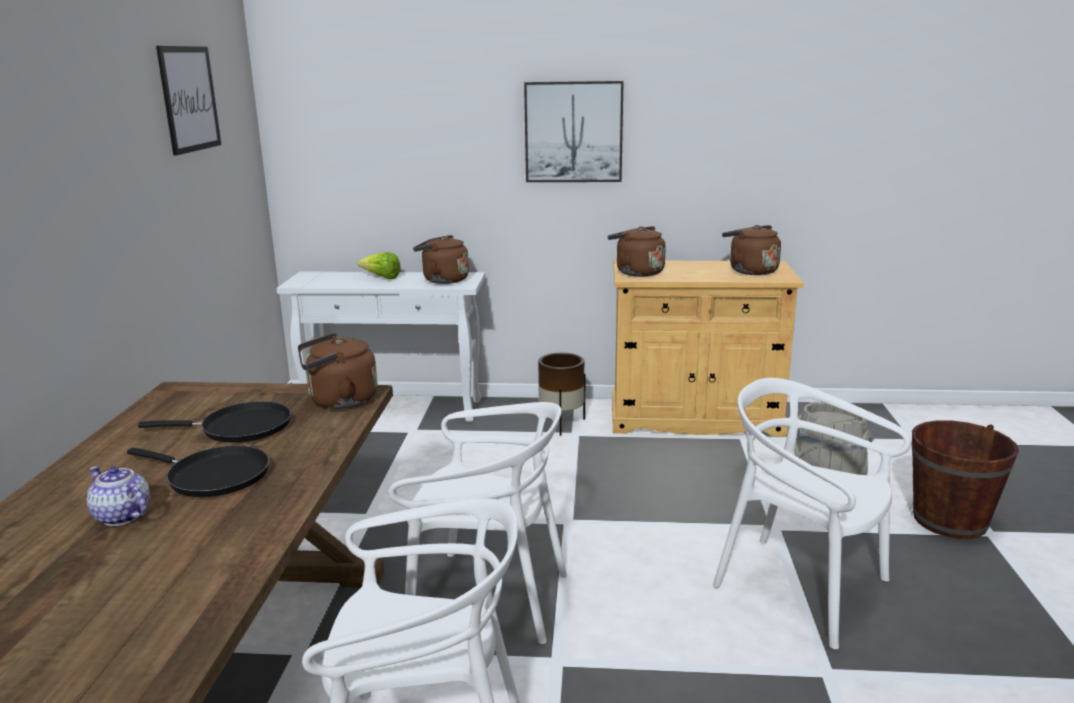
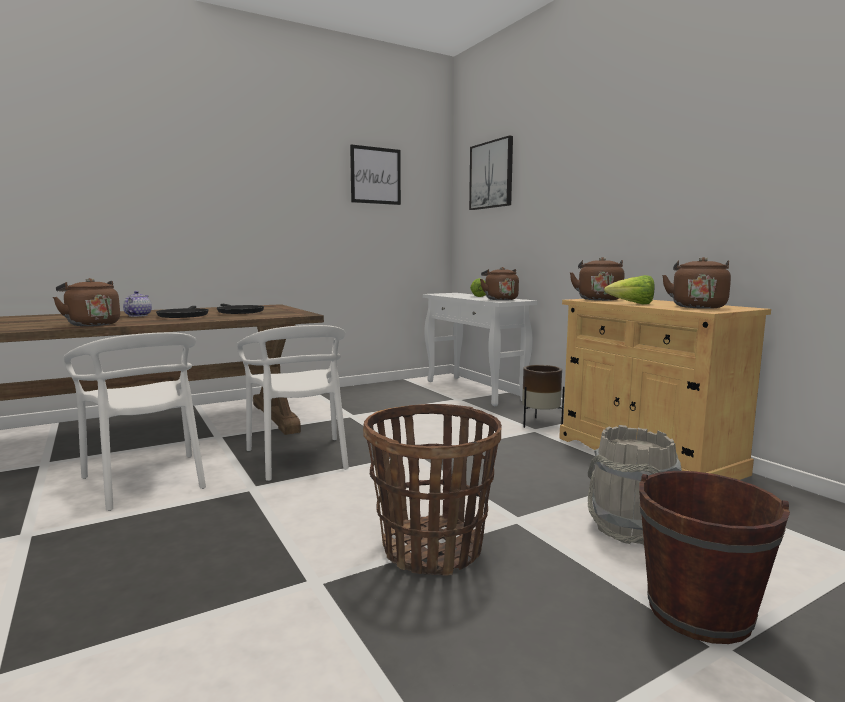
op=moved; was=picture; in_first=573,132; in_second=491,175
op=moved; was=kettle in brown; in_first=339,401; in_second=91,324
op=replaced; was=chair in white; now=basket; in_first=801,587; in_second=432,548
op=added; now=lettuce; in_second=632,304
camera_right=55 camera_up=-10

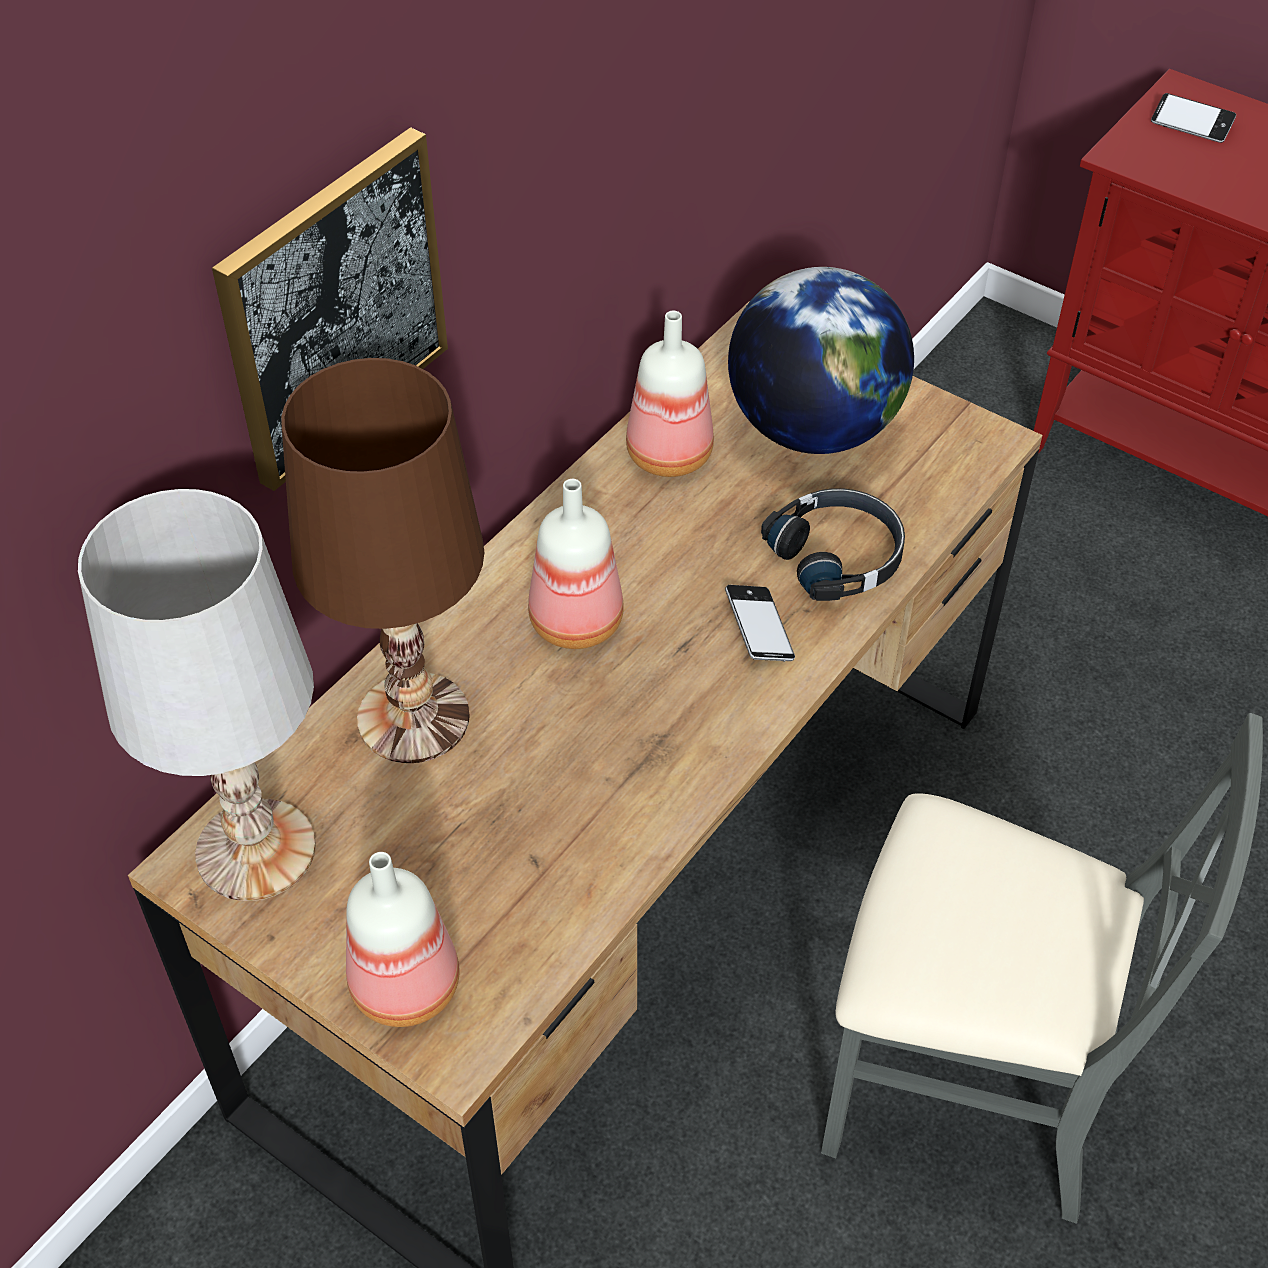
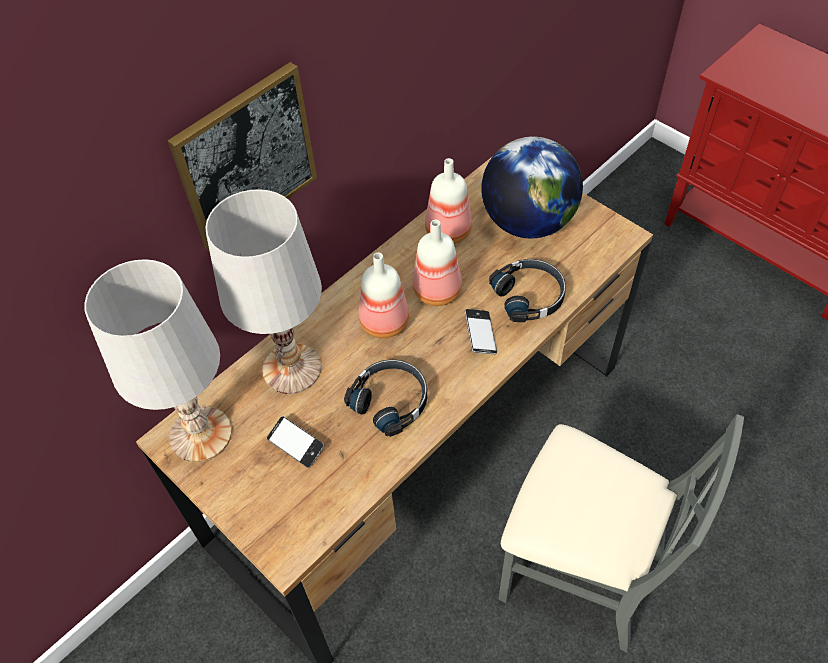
op=moved; was=phone; in_first=1191,124; in_second=296,444
op=recoloured; was=table lamp in brown; now=table lamp in white; in_first=414,719; in_second=292,369
op=moved; was=bottle; in_first=409,984; in_second=438,290
op=added; now=headphones in black; in_second=391,400
camera_right=10 camera_up=5

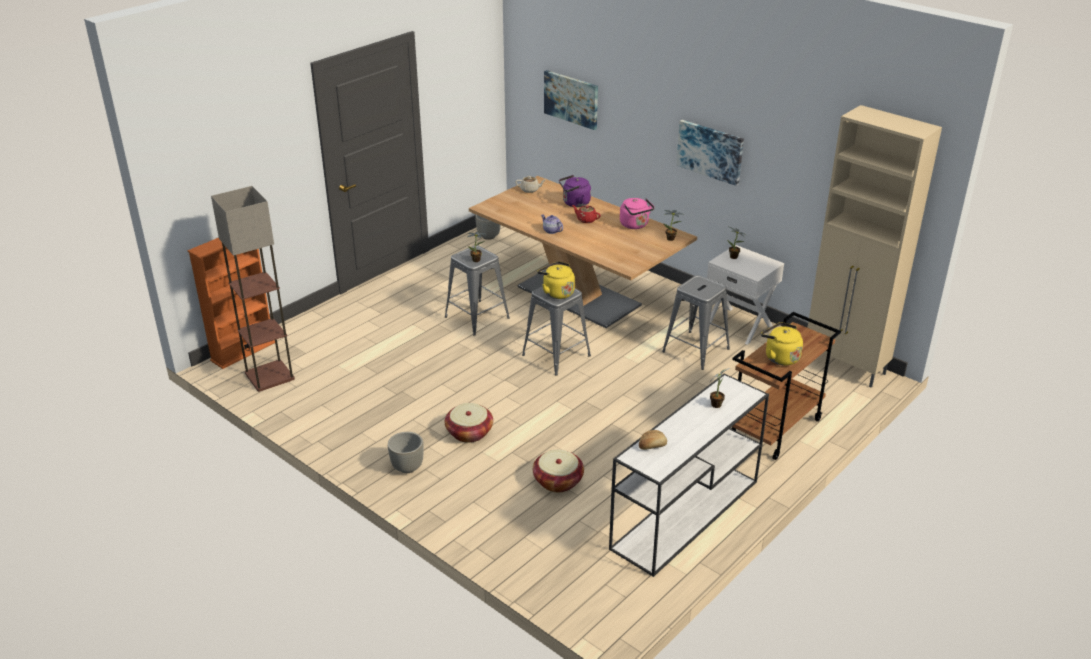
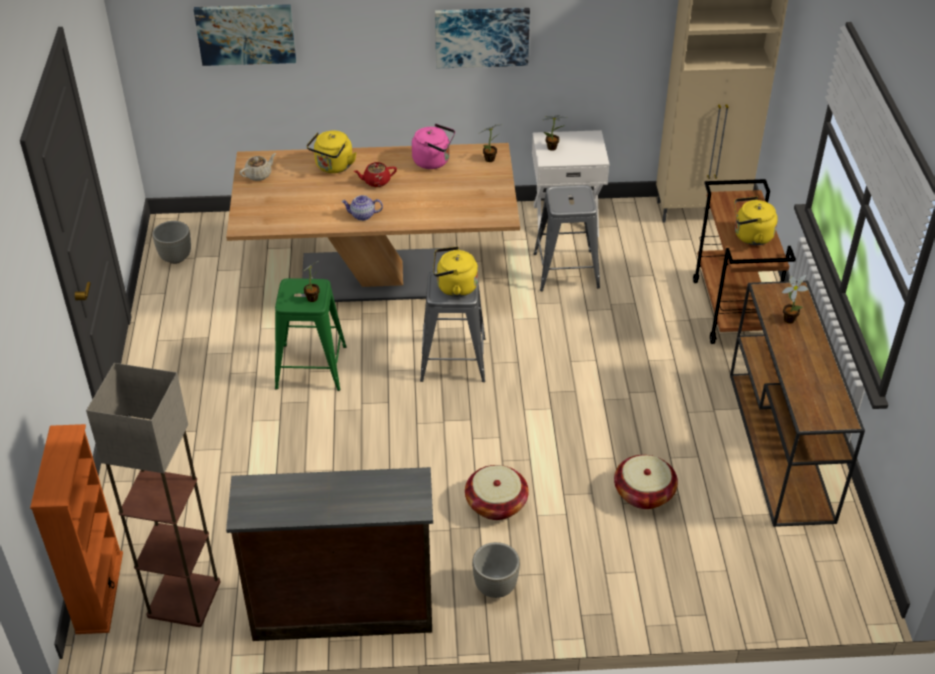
op=recoloured; was=kettle in purple; now=kettle in yellow; in_first=574,203; in_second=333,167
op=recoloured; was=stool in grey; now=stool in green; in_first=477,317; in_second=311,367
op=recoloured; was=console table in white; now=console table in brown; in_first=685,515; in_second=781,447
op=removed; was=bread; in_first=652,445
op=added; now=dresser in brown; in_second=342,610
camera_right=-45 camera_up=10

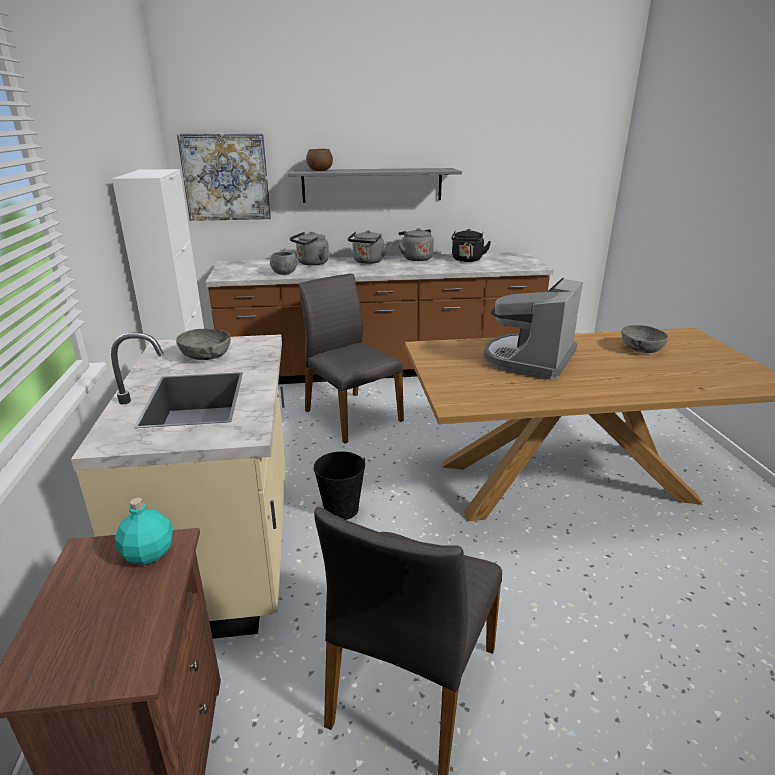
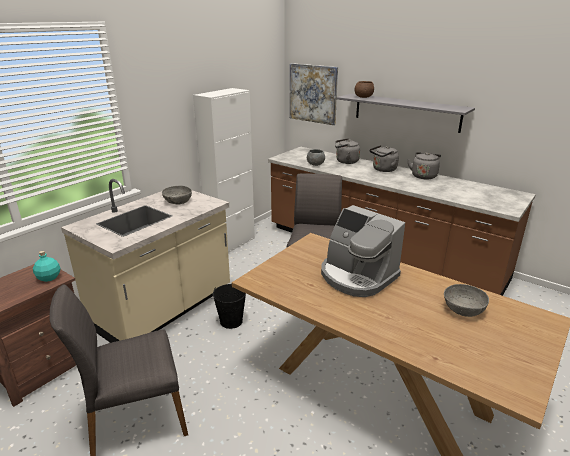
op=removed; was=kettle in black; in_first=467,260
op=turned; was=coffee machine; in_first=529,359; in_second=357,276; clockwise=-120
camera_right=45 camera_up=0

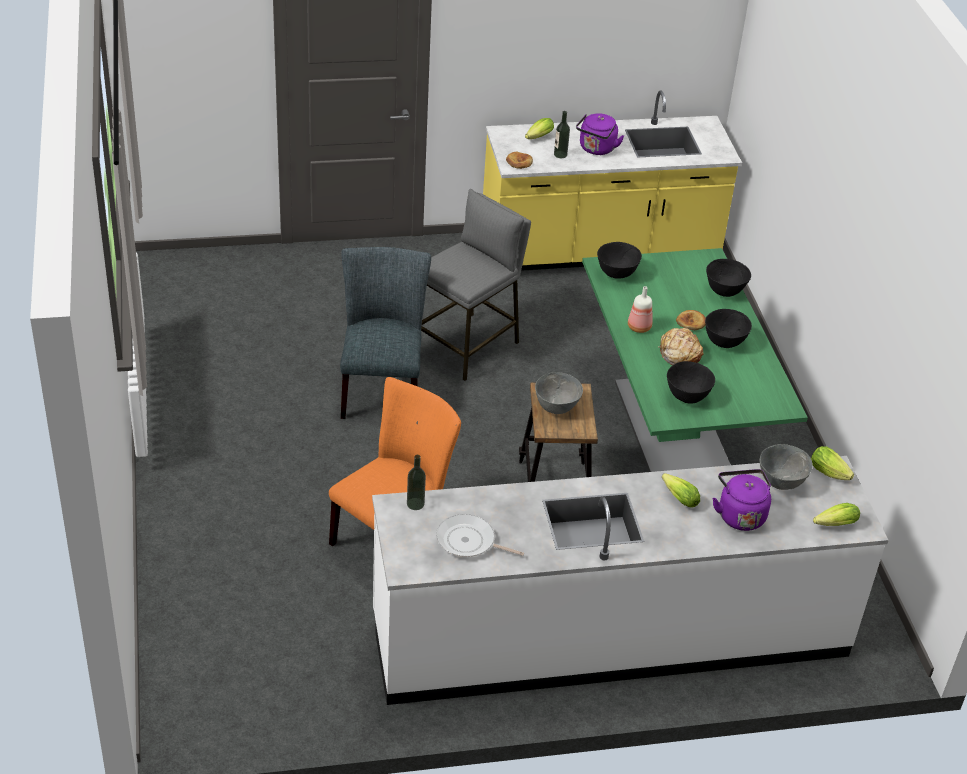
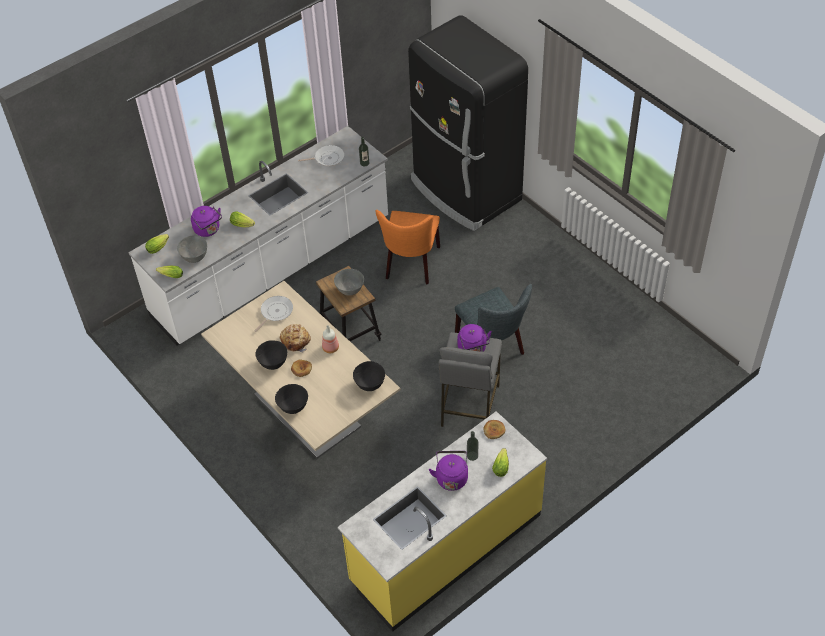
op=recoloured; was=dining table in green; now=dining table in beige; in_first=672,427; in_second=307,411
op=replaced; was=bowl in black; now=frying pan; in_first=688,397; in_second=275,312
op=added; now=fridge in black; in_second=465,191
op=added; now=kettle in purple; in_second=473,349
camera_right=155 camera_up=10

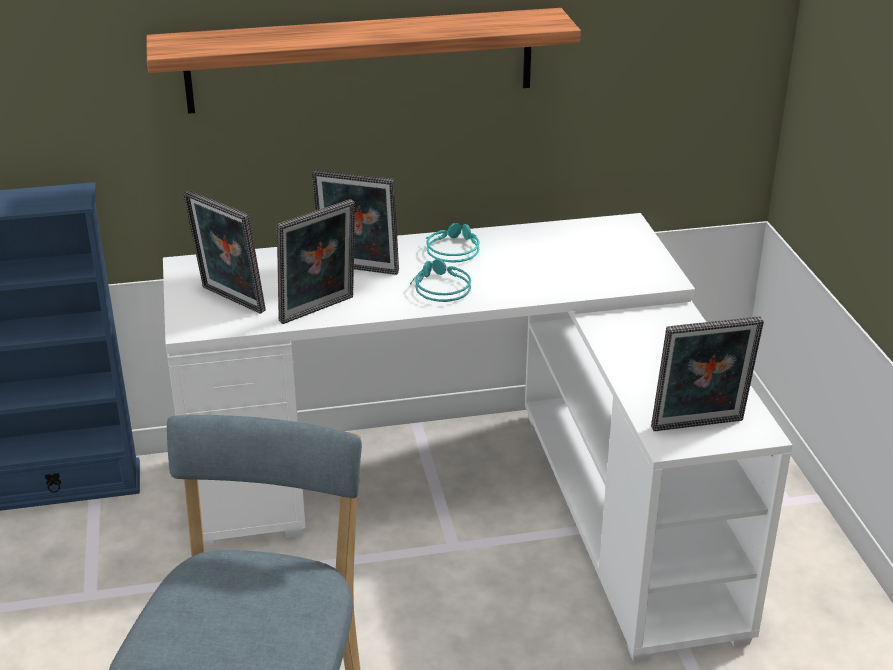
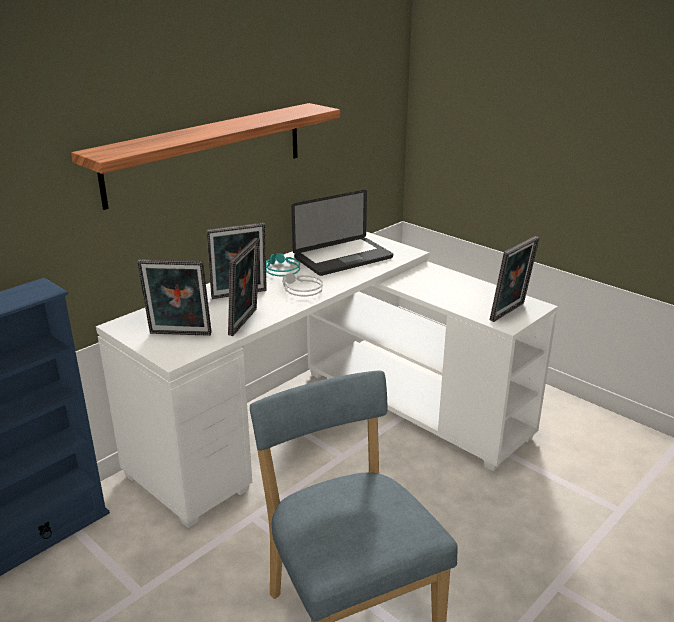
op=recoloured; was=headphones in turquoise; now=headphones in grey; in_first=439,288; in_second=300,289
op=added; now=laptop; in_second=343,258
camera_right=-35 camera_up=-5

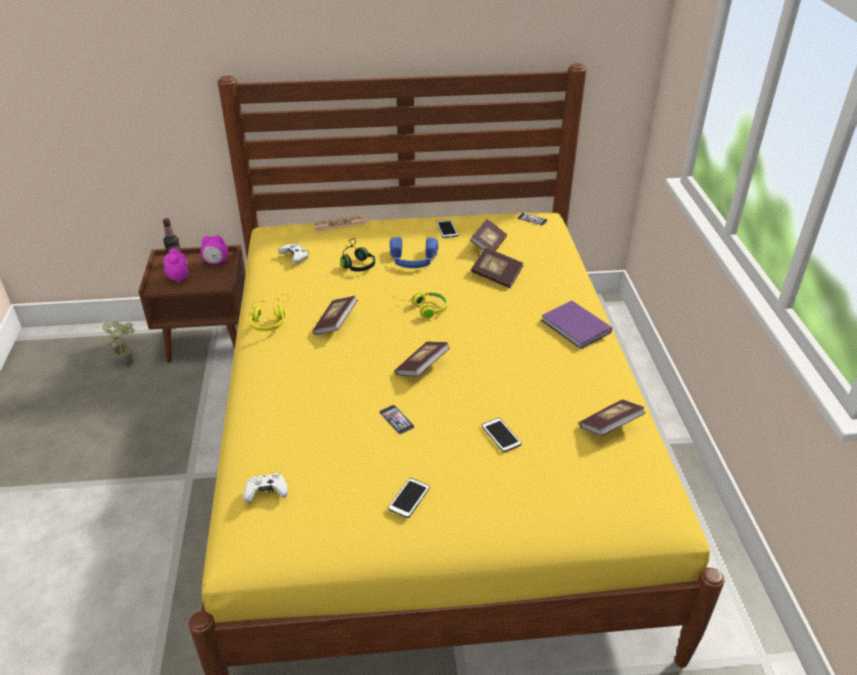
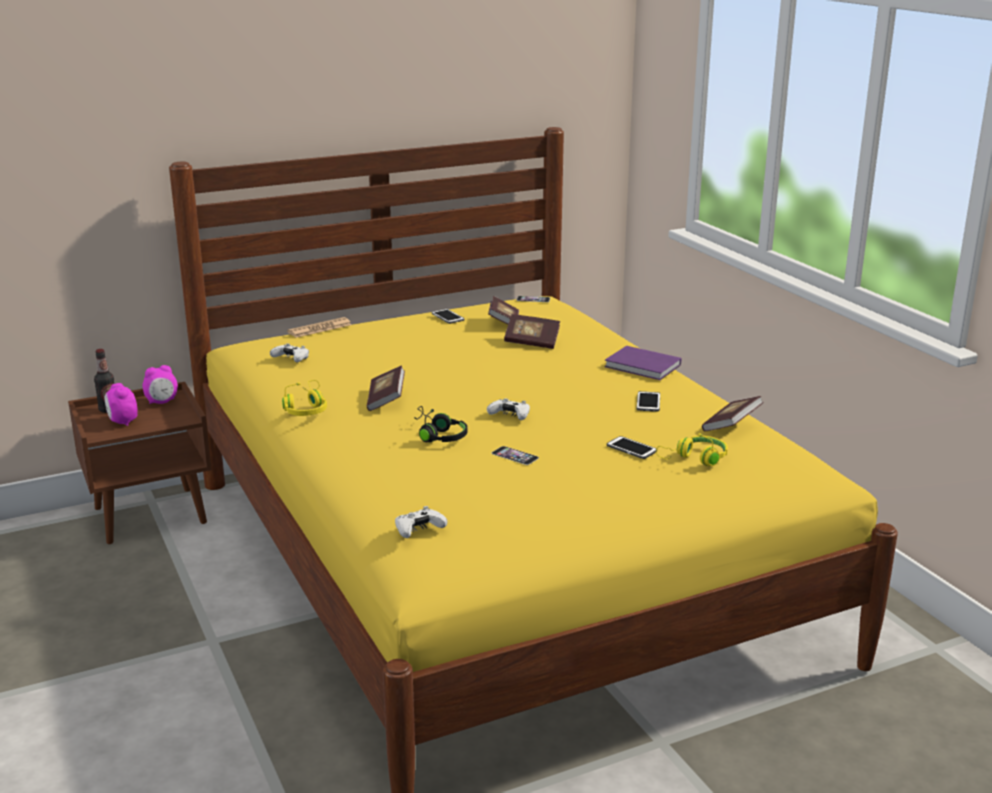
op=removed; was=headphones in blue; in_first=413,259
op=moved; was=headphones in black; in_first=356,262; in_second=438,435
op=moved; was=headphones in yellow; in_first=423,309; in_second=695,459
op=removed; was=potted plant; in_first=129,361
op=replaced; was=book; now=game controller in white; in_first=422,367; in_second=510,416
op=moved; was=phone; in_first=409,498; in_second=648,402
camera_right=-20 camera_up=-15

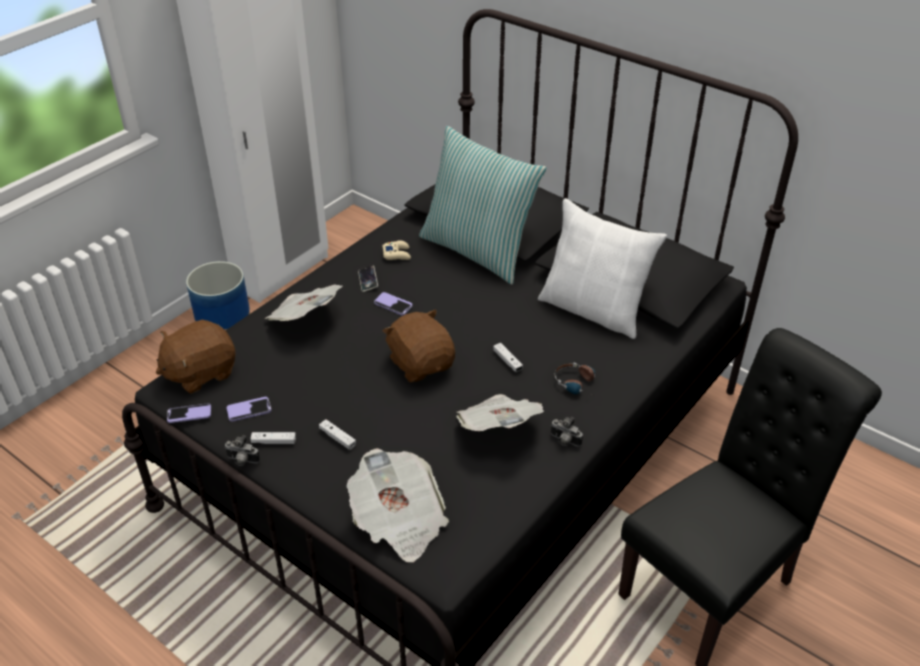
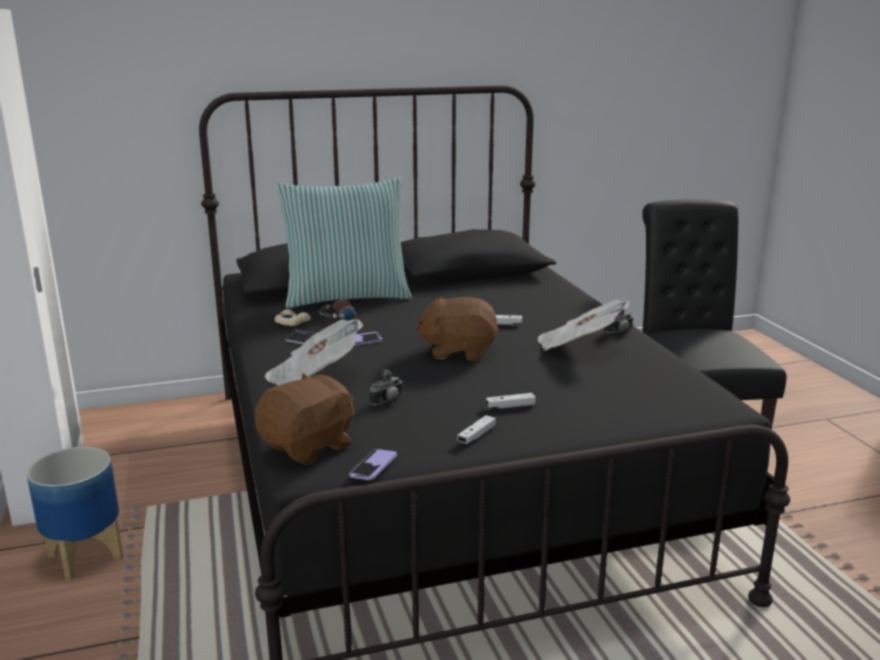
op=removed; was=pillow in white; in_first=594,310
op=turned; was=plush toy in brown; in_first=200,372; in_second=309,447; clockwise=-135
op=moved; was=headphones; in_first=579,385; in_second=344,316
op=removed; was=phone; in_first=249,410
op=moved; was=photo camera; in_first=242,461; in_second=388,401
op=removed; was=newspaper; in_first=399,521
camera_right=-55 camera_up=-20

